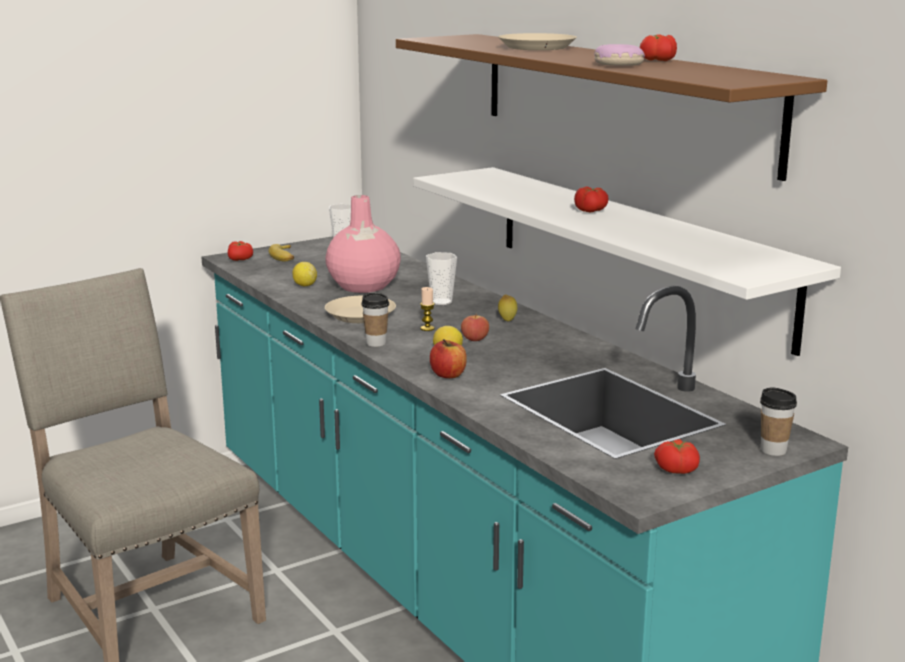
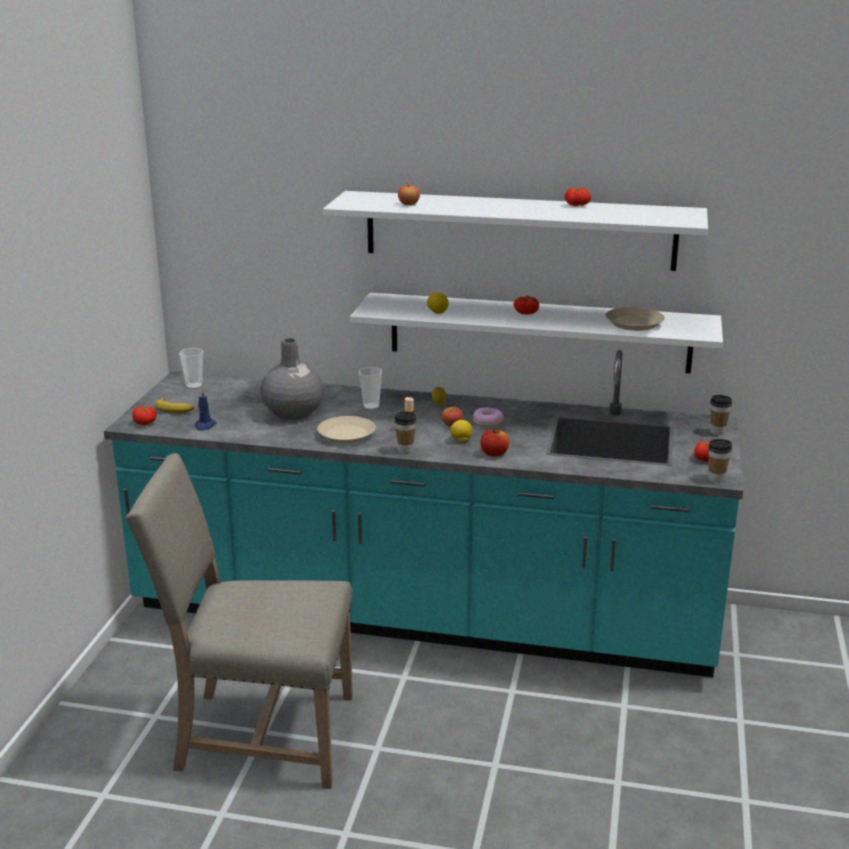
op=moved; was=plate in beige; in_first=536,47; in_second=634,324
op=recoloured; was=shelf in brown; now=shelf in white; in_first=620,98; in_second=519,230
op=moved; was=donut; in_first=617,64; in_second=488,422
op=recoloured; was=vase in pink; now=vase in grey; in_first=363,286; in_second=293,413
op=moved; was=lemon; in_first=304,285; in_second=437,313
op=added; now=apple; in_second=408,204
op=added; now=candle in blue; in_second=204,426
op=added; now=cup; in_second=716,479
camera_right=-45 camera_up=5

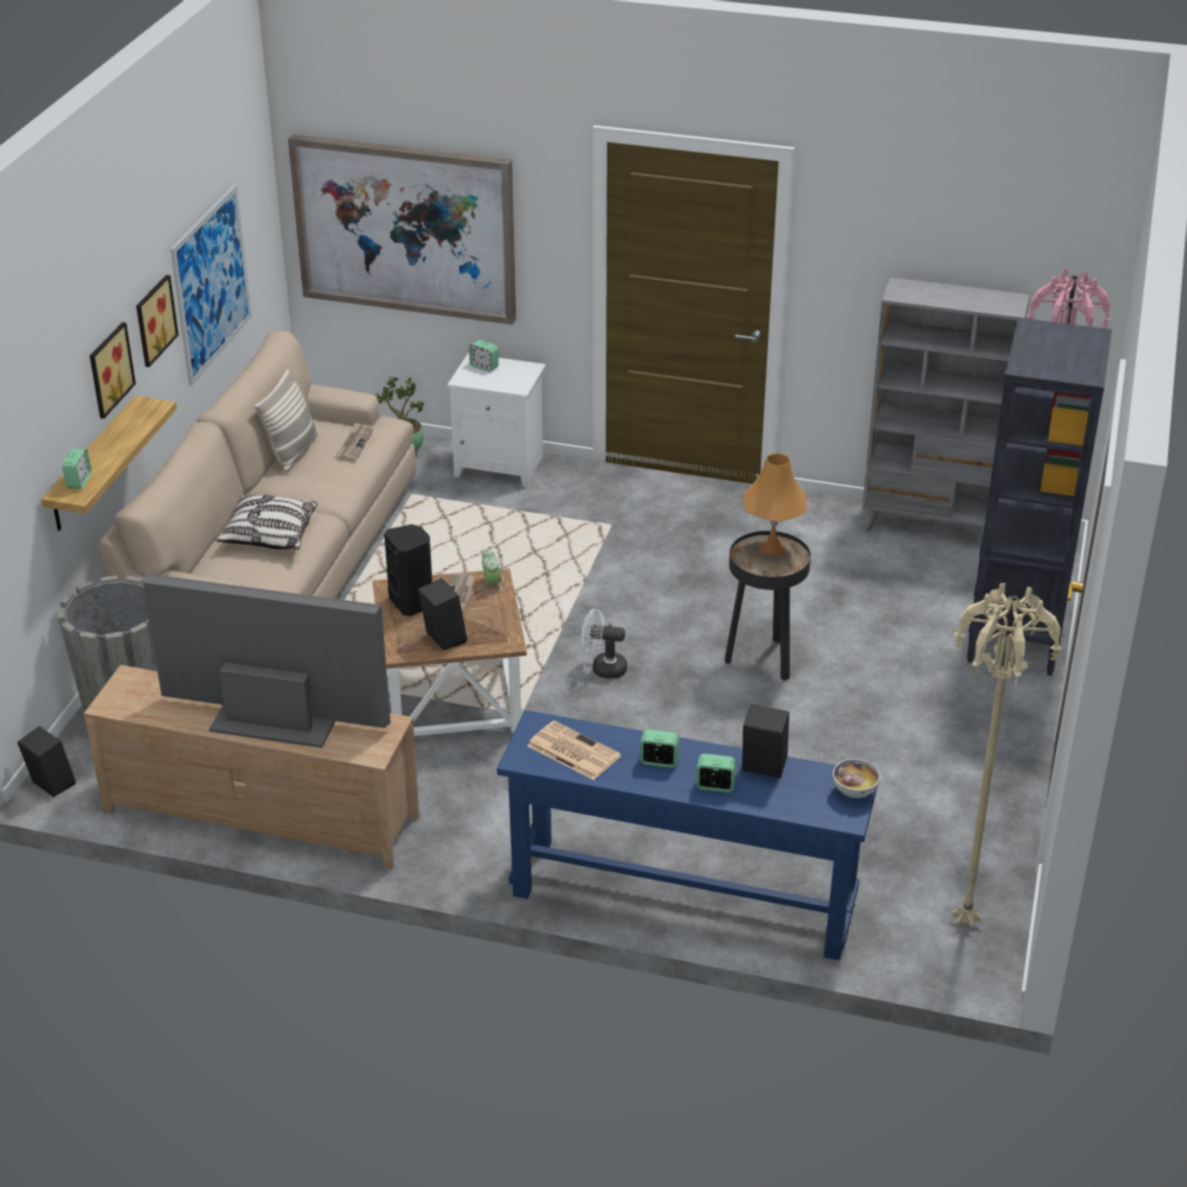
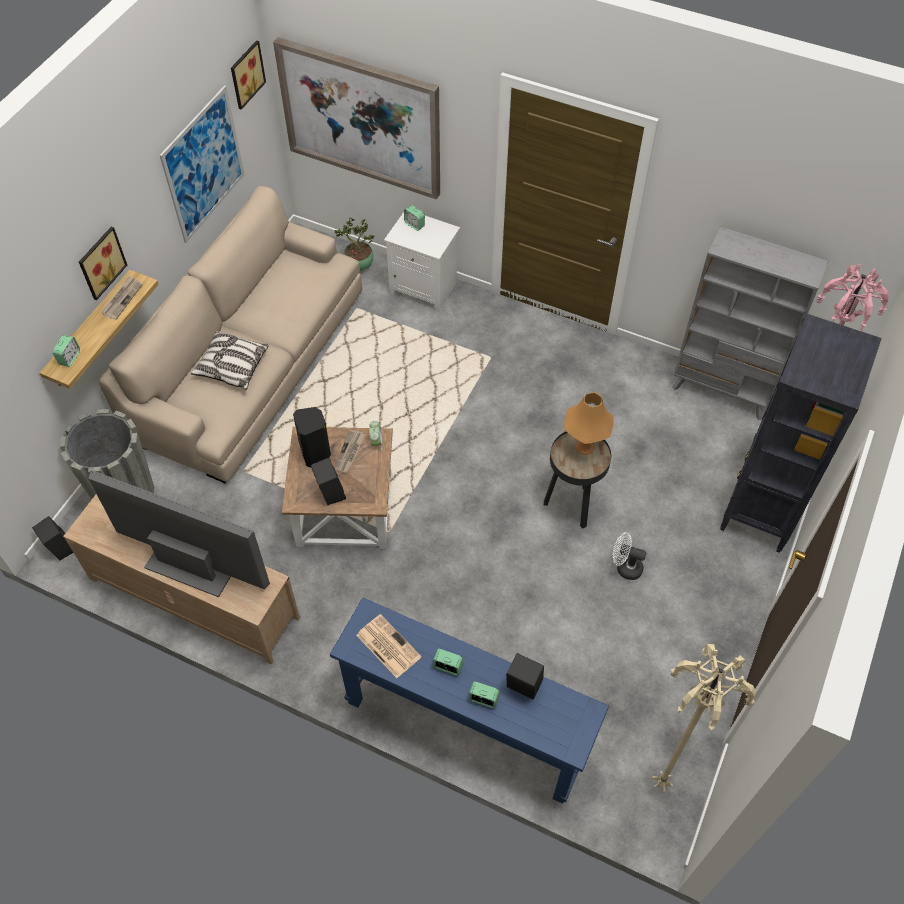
op=moved; was=picture; in_first=153,320; in_second=245,74
op=removed; was=pillow; in_first=292,453
op=moved; was=newspaper; in_first=354,443; in_second=122,299
op=moved; was=fan in white; in_first=603,668; in_second=625,567
op=removed; was=bowl; in_first=855,791
camera_right=10 camera_up=20

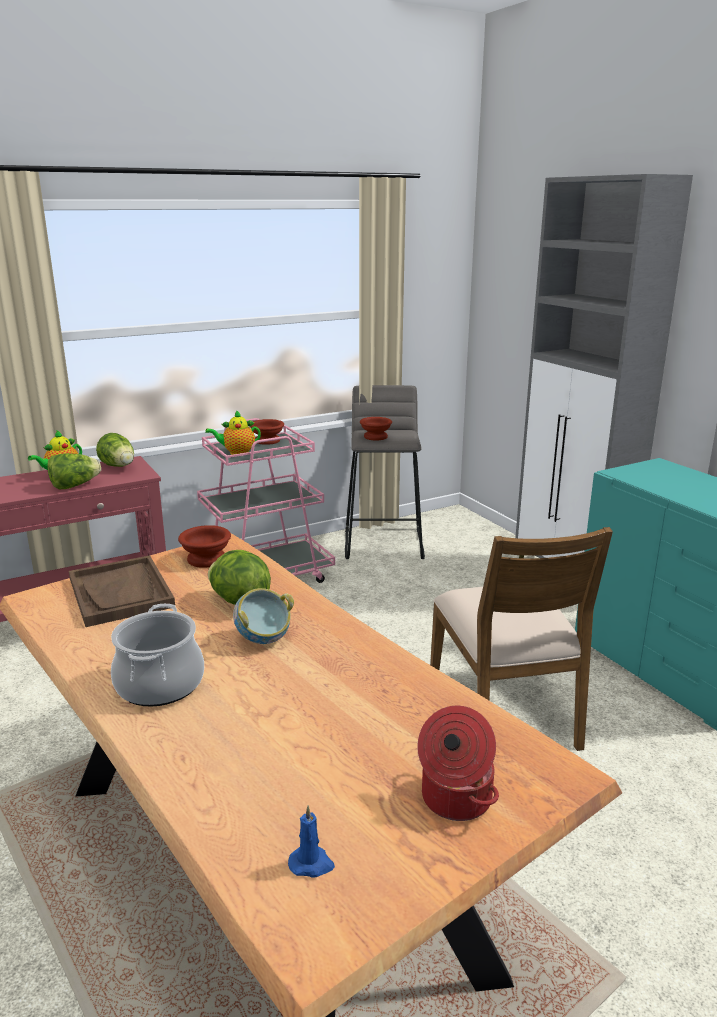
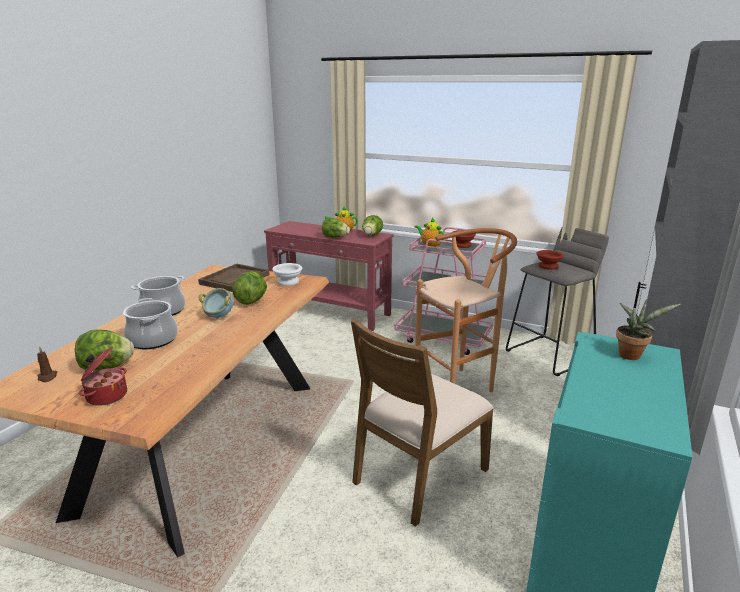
op=recoloured; was=bowl in brown; now=bowl in white; in_first=207,558; in_second=289,282
op=recoloured; was=candle in blue; now=candle in brown; in_first=311,864; in_second=47,377
op=added; now=stool in brown; in_second=460,385
op=added; now=cooking pot; in_second=153,340
op=added; now=potted plant; in_second=632,355
op=added; now=lettuce; in_second=106,367
camera_right=55 camera_up=0

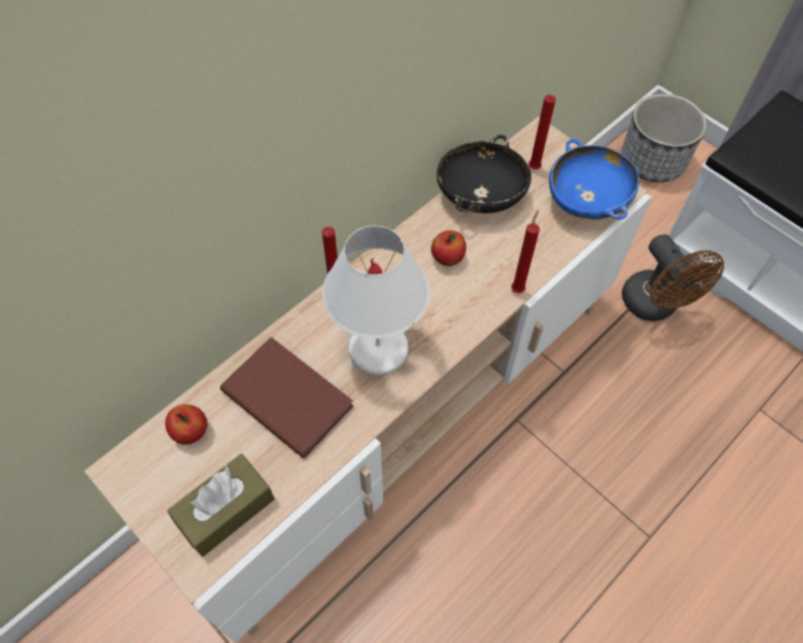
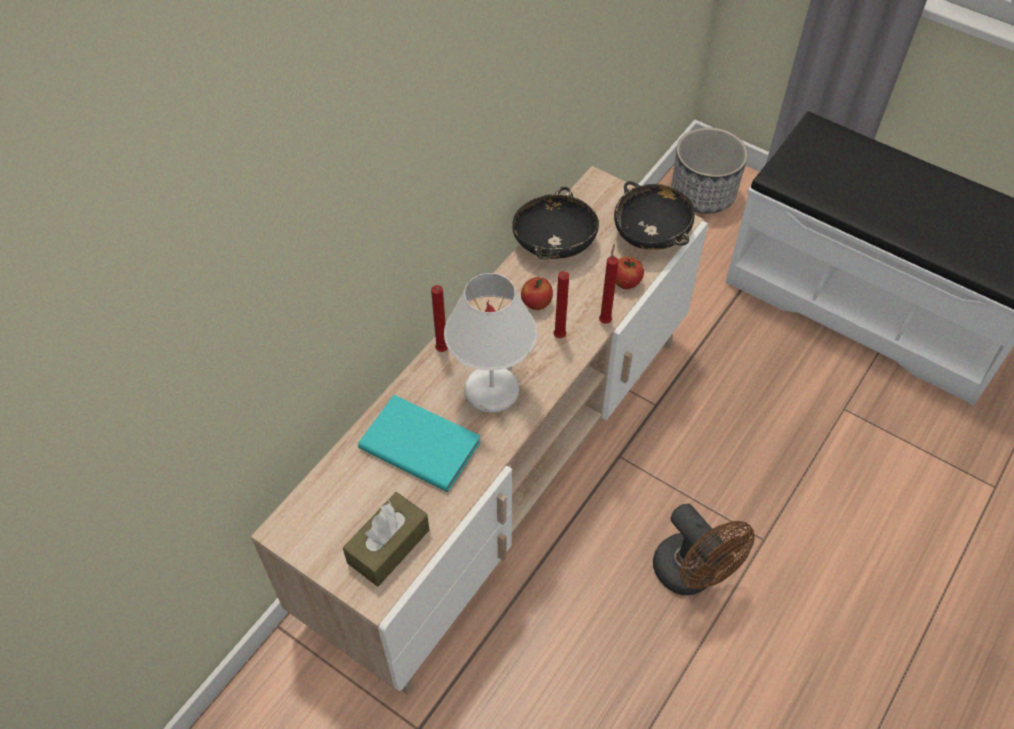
op=moved; was=candle in red; in_first=533,170; in_second=558,338
op=recoloured; was=bowl in blue; now=bowl in black; in_first=587,201; in_second=651,235
op=moved; was=fan in brown; in_first=654,306; in_second=692,575
op=recoloured; was=book in brown; now=book in turquoise; in_first=288,395; in_second=420,443
op=moved; was=apple; in_first=191,432; in_second=626,283
camera_right=-10 camera_up=-5

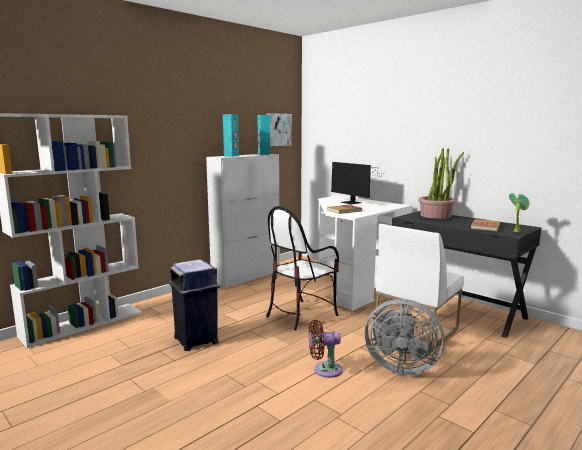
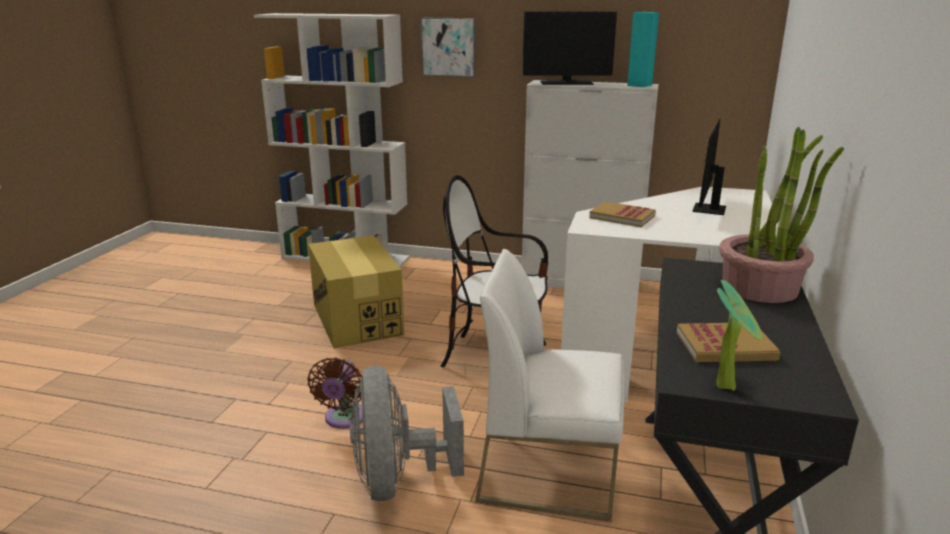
op=moved; was=picture; in_first=278,129; in_second=449,47
op=replaced; was=speaker in turquoise; now=monitor; in_first=231,156; in_second=566,83
op=replaced; was=trash can in blue; now=cardboard box; in_first=196,340; in_second=357,319
op=turned; was=fan in brown; in_first=324,370; in_second=344,419; clockwise=-135
camera_right=60 camera_up=10

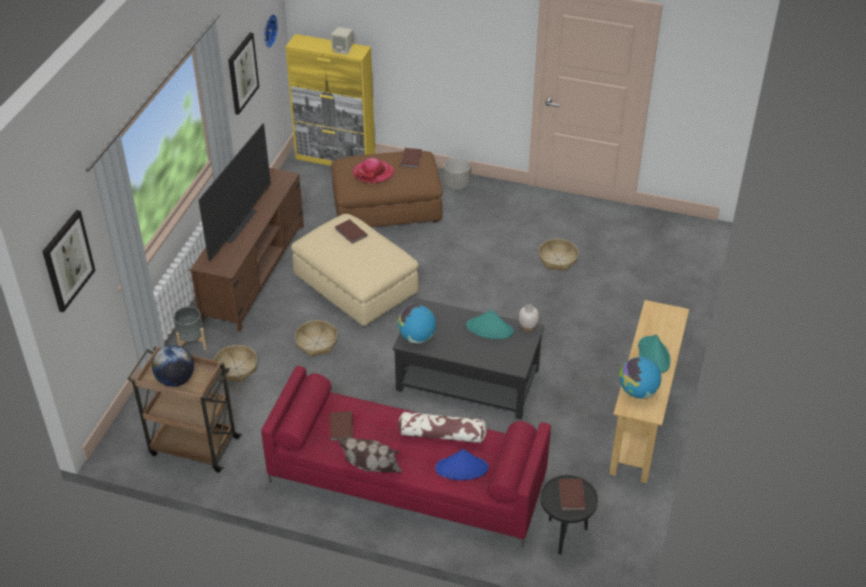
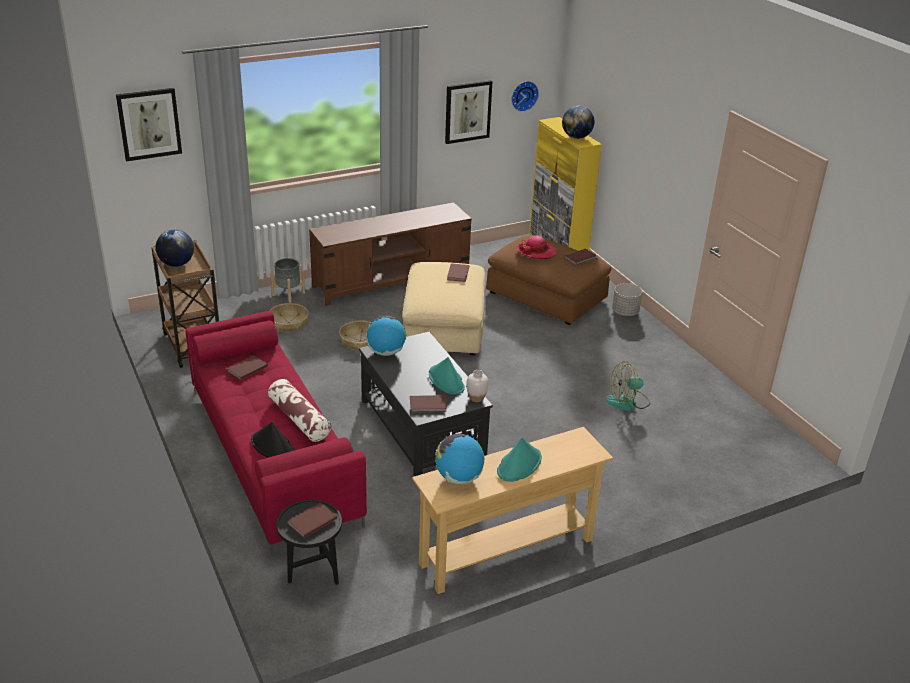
op=replaced; was=speaker in beige; now=globe; in_first=343,50; in_second=576,137
op=removed; was=television; in_first=240,226
op=replaced; was=basket; now=fan; in_first=558,259; in_second=628,402
op=removed; was=pillow; in_first=372,473
op=recoloured; was=hat in blue; now=hat in black; in_first=462,468; in_second=273,447
op=added; now=book in brown; in_second=428,405
camera_right=45 camera_up=-10

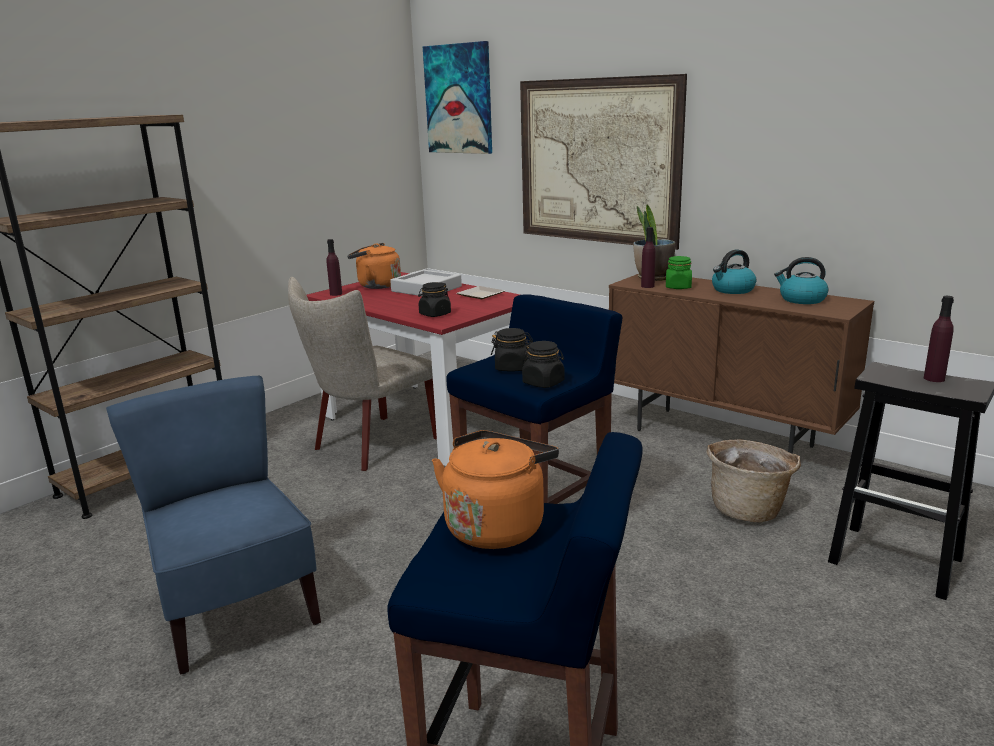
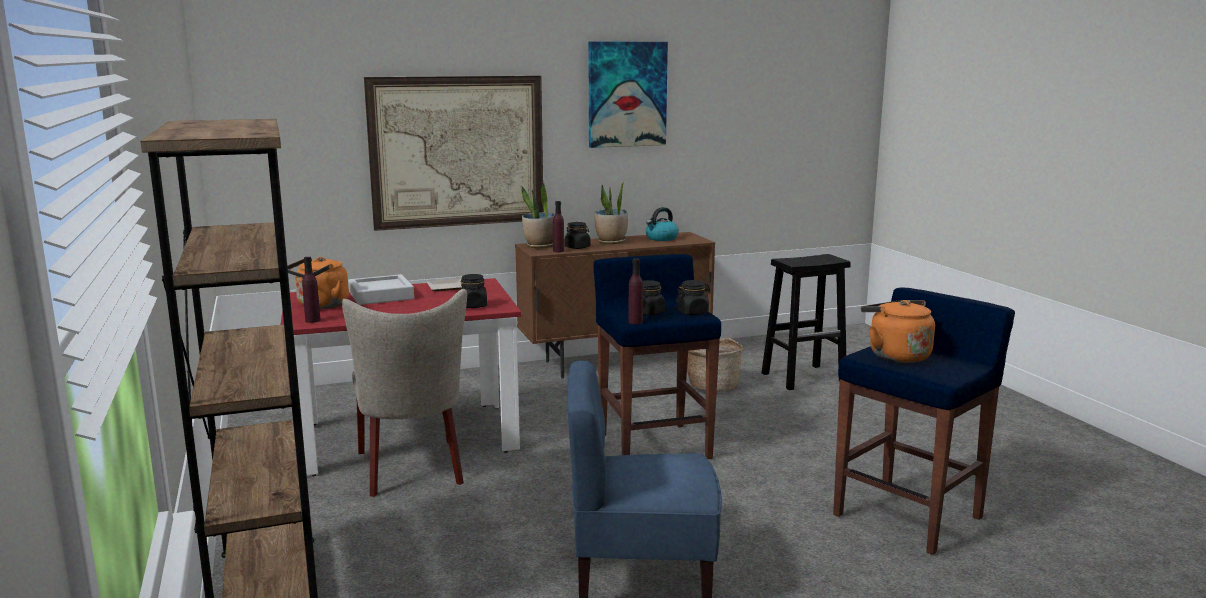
op=moved; was=picture; in_first=459,99; in_second=627,94
op=replaced; was=kettle; now=potted plant; in_first=732,290; in_second=611,242
op=recoloured; was=jar in green; now=jar in black; in_first=678,287; in_second=577,247
op=moved; was=bottle in purple; in_first=934,378; in_second=635,322
camera_right=-60 camera_up=-5

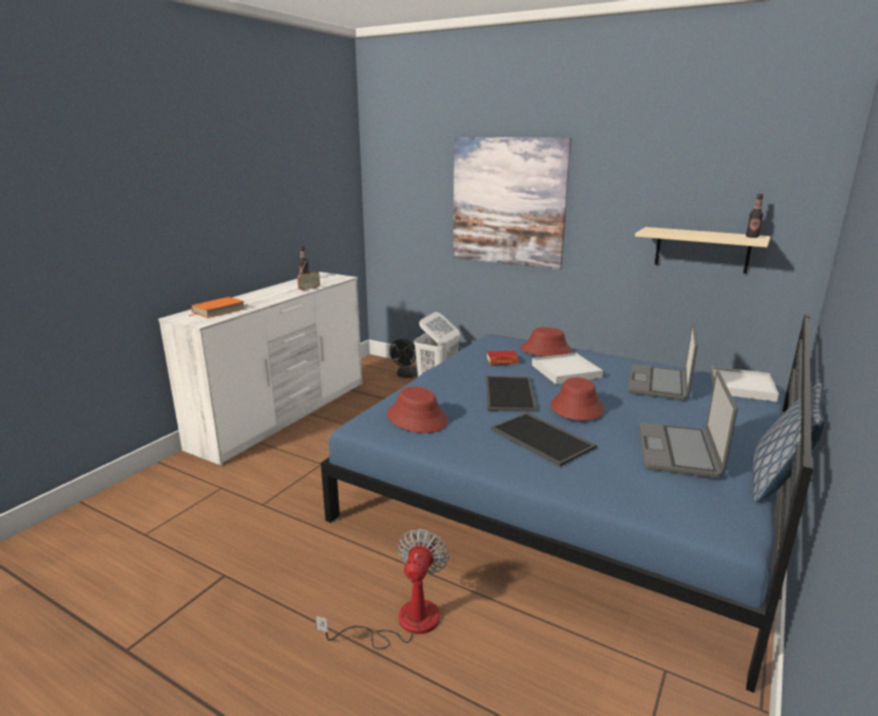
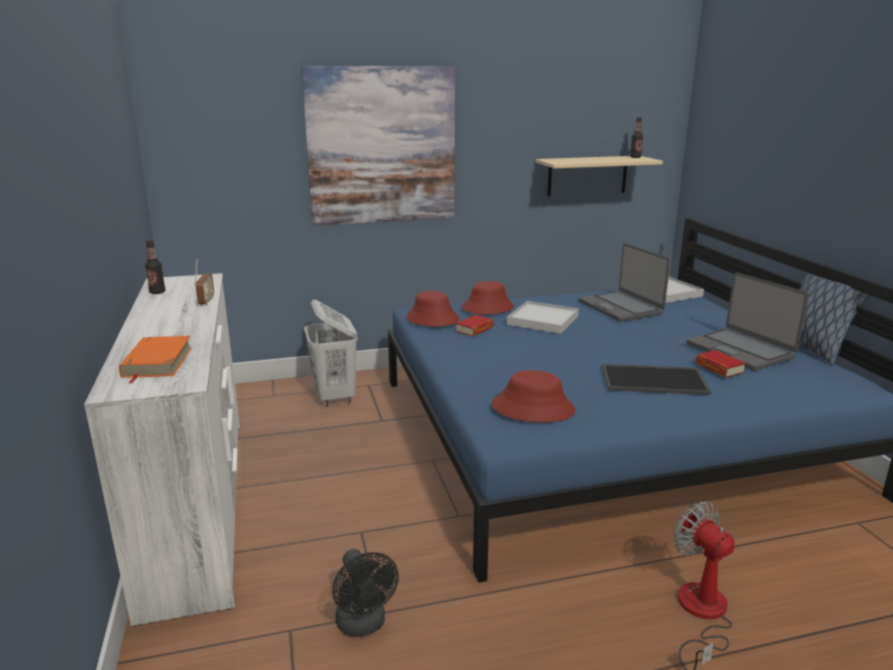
op=moved; was=fan in black; in_first=406,376; in_second=364,625
op=removed; was=tray; in_first=511,394
op=moved; was=hat in red; in_first=576,408; in_second=432,319
op=added; now=book; in_second=719,368
camera_right=-45 camera_up=0

